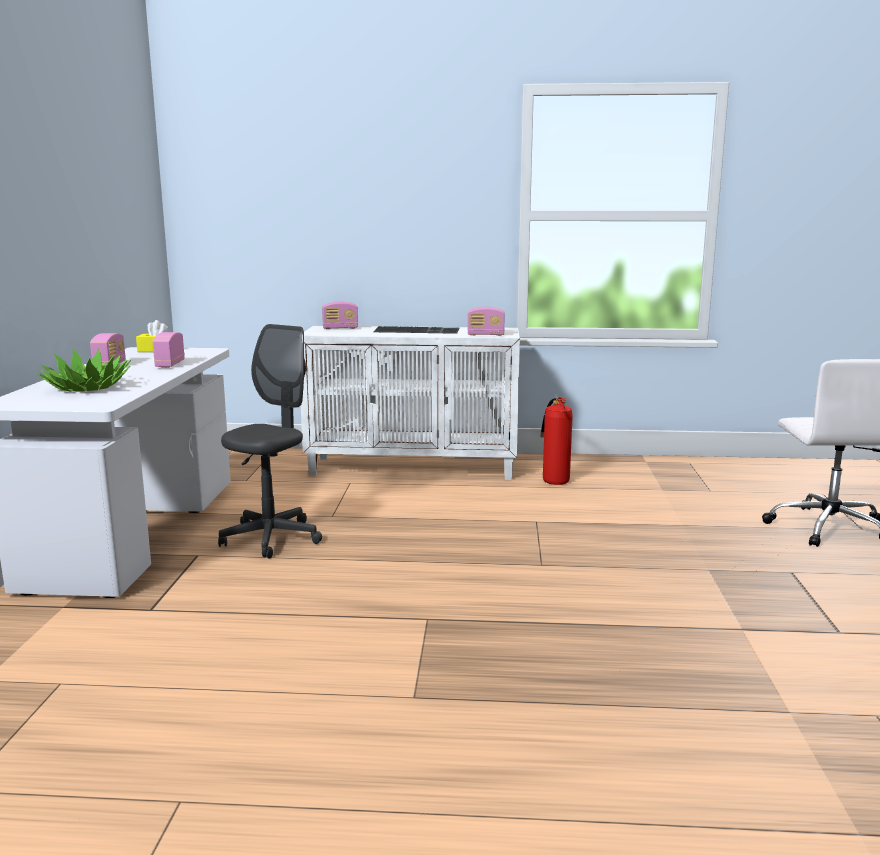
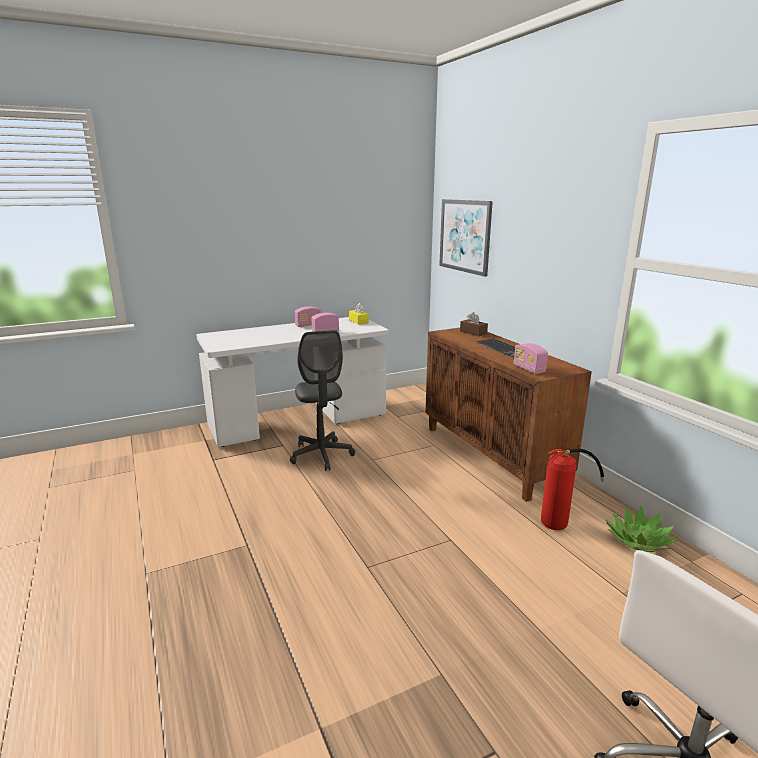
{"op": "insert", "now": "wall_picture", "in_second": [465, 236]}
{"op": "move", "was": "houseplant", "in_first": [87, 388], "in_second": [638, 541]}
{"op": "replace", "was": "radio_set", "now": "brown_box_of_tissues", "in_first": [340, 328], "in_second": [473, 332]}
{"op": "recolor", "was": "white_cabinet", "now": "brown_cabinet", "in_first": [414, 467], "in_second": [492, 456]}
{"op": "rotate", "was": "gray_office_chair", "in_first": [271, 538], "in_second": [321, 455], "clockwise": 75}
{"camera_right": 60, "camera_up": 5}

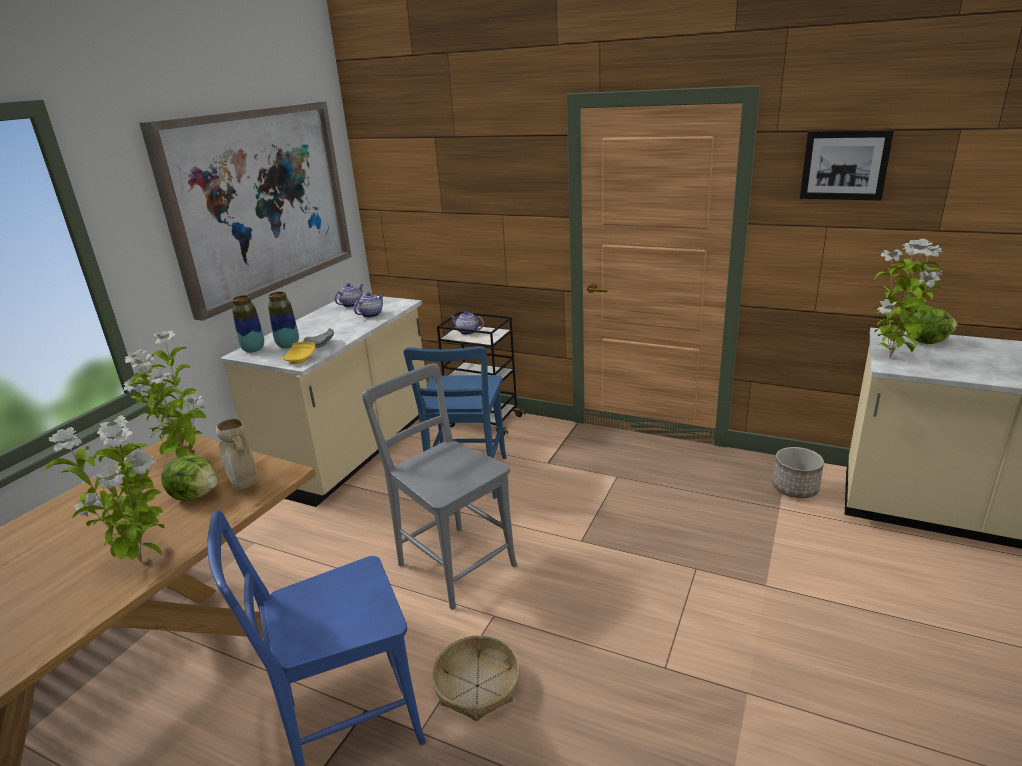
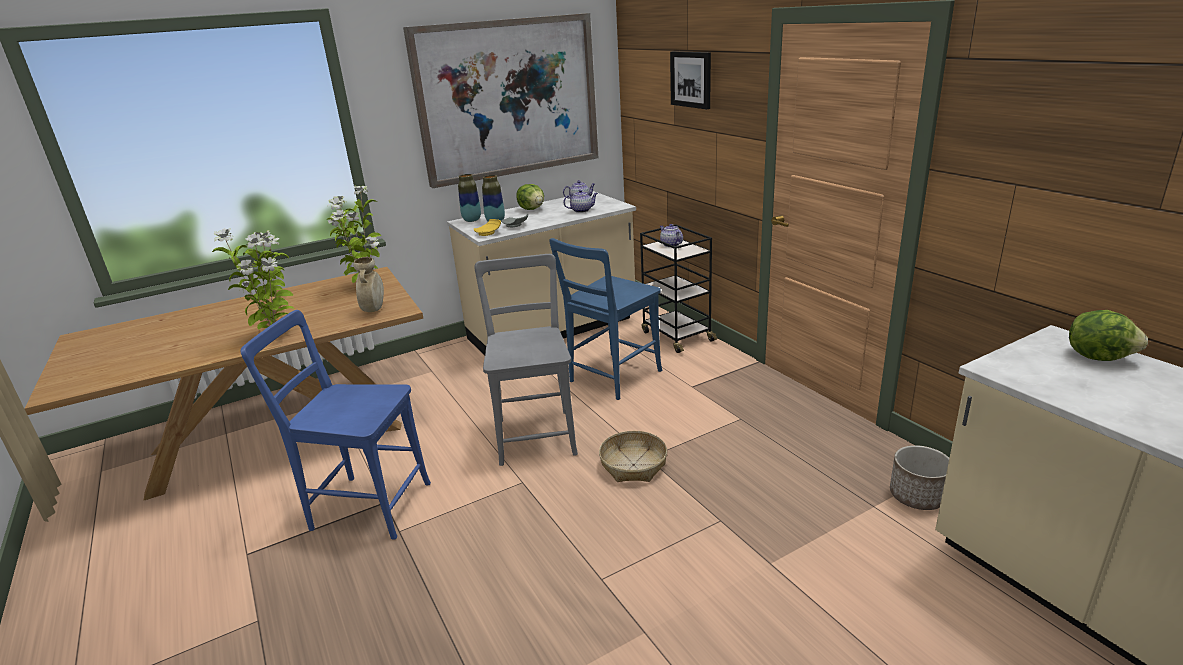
{"op": "delete", "was": "houseplant", "in_first": [892, 358]}
{"op": "move", "was": "head_of_lettuce", "in_first": [196, 495], "in_second": [532, 209]}
{"op": "move", "was": "basket", "in_first": [477, 685], "in_second": [633, 465]}
{"op": "move", "was": "wall_picture", "in_first": [844, 165], "in_second": [691, 79]}
{"camera_right": 35, "camera_up": 0}

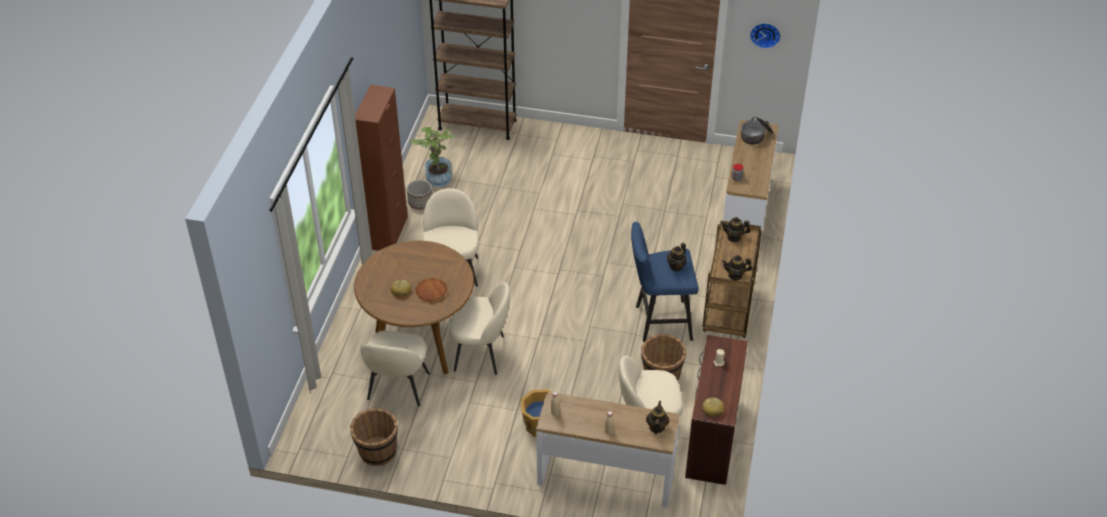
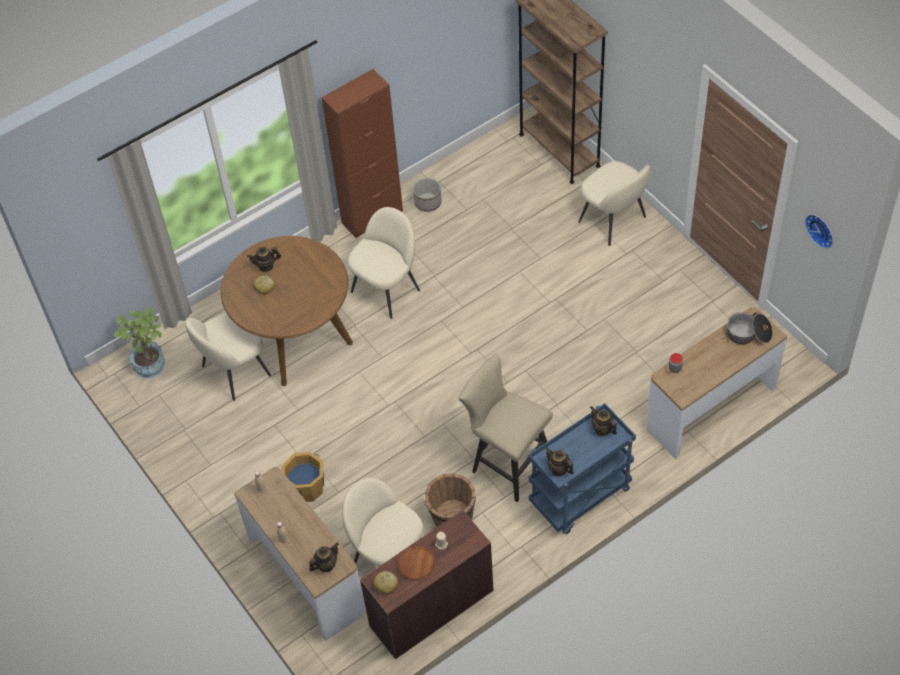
{"op": "delete", "was": "brown_bucket", "in_first": [377, 452]}
{"op": "move", "was": "houseplant", "in_first": [436, 176], "in_second": [150, 361]}
{"op": "move", "was": "brown_plate", "in_first": [431, 291], "in_second": [416, 564]}
{"op": "move", "was": "sand-coloured_chair", "in_first": [481, 353], "in_second": [613, 220]}
{"op": "move", "was": "teapot", "in_first": [676, 266], "in_second": [266, 266]}
{"op": "recolor", "was": "blue-coloured_stool_seat", "now": "sand-coloured_stool_seat", "in_first": [659, 322], "in_second": [506, 463]}
{"op": "recolor", "was": "brown_wheeled_cart", "now": "blue-coloured_wheeled_cart", "in_first": [728, 312], "in_second": [580, 498]}
{"camera_right": 45, "camera_up": 10}

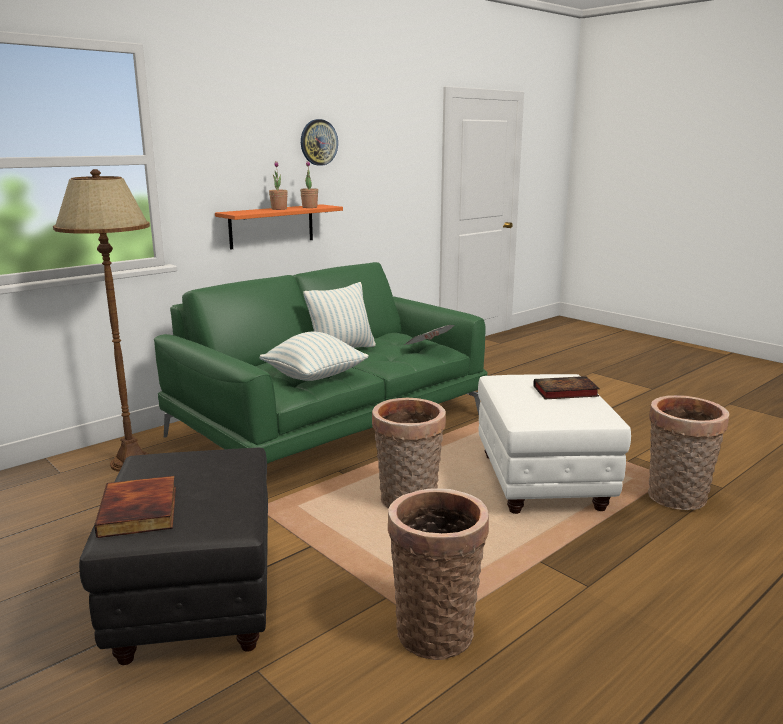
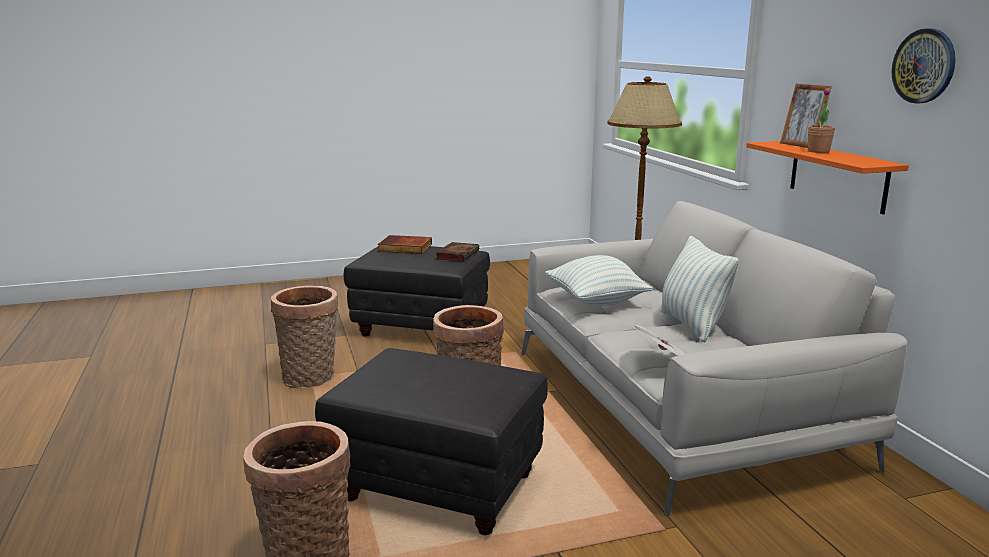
{"op": "delete", "was": "houseplant", "in_first": [309, 207]}
{"op": "insert", "now": "photo_frame", "in_second": [801, 145]}
{"op": "move", "was": "volume", "in_first": [564, 392], "in_second": [457, 254]}
{"op": "recolor", "was": "green-coloured_couch", "now": "gray_couch", "in_first": [331, 426], "in_second": [677, 406]}
{"op": "recolor", "was": "white_pouffe", "now": "black_pouffe", "in_first": [540, 482], "in_second": [438, 486]}
{"camera_right": 115, "camera_up": 0}

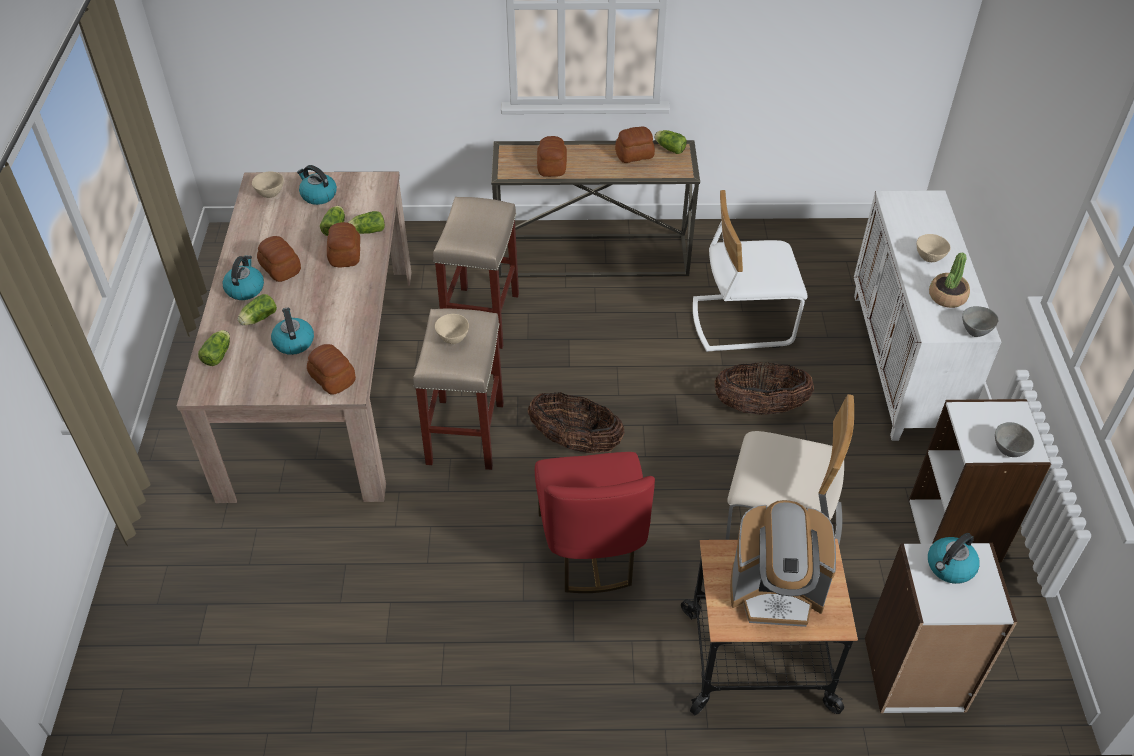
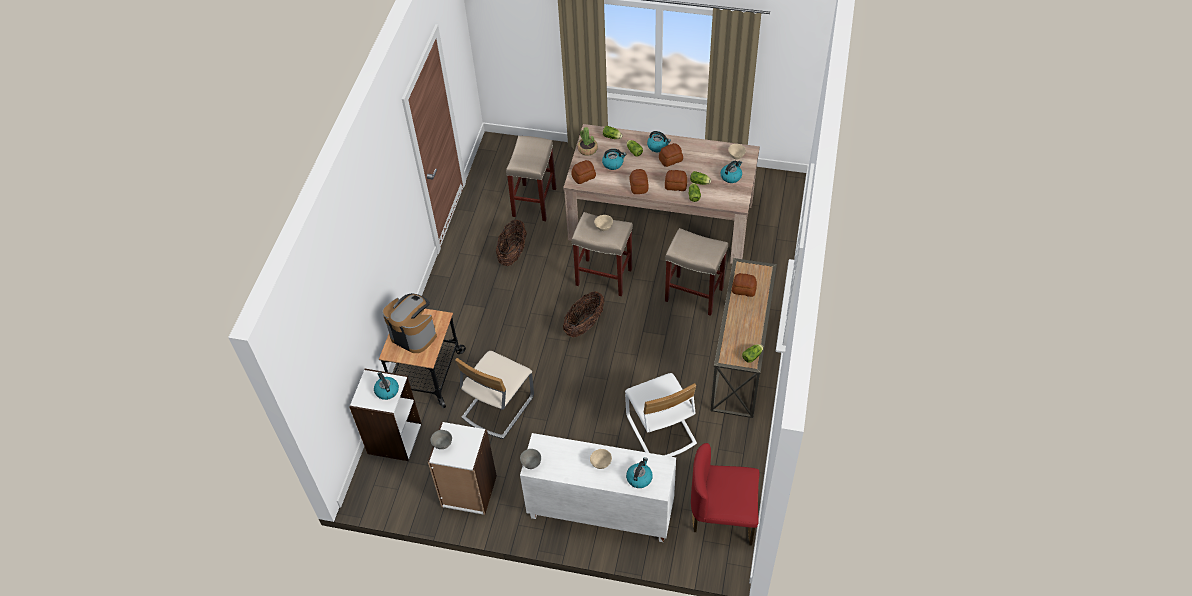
{"op": "insert", "now": "sand-coloured_stool_seat", "in_second": [534, 201]}
{"op": "insert", "now": "tea_kettle", "in_second": [639, 478]}
{"op": "move", "was": "reddish_chair", "in_first": [591, 548], "in_second": [723, 516]}
{"op": "move", "was": "bread", "in_first": [635, 155], "in_second": [638, 186]}
{"op": "move", "was": "basket", "in_first": [759, 407], "in_second": [512, 253]}
{"op": "move", "was": "houseplant", "in_first": [947, 296], "in_second": [587, 149]}
{"op": "rotate", "was": "white_chair", "in_first": [741, 321], "in_second": [660, 430], "clockwise": 150}
{"op": "rotate", "was": "coffee_brewer", "in_first": [776, 592], "in_second": [413, 334], "clockwise": 105}
{"camera_right": 105, "camera_up": 5}

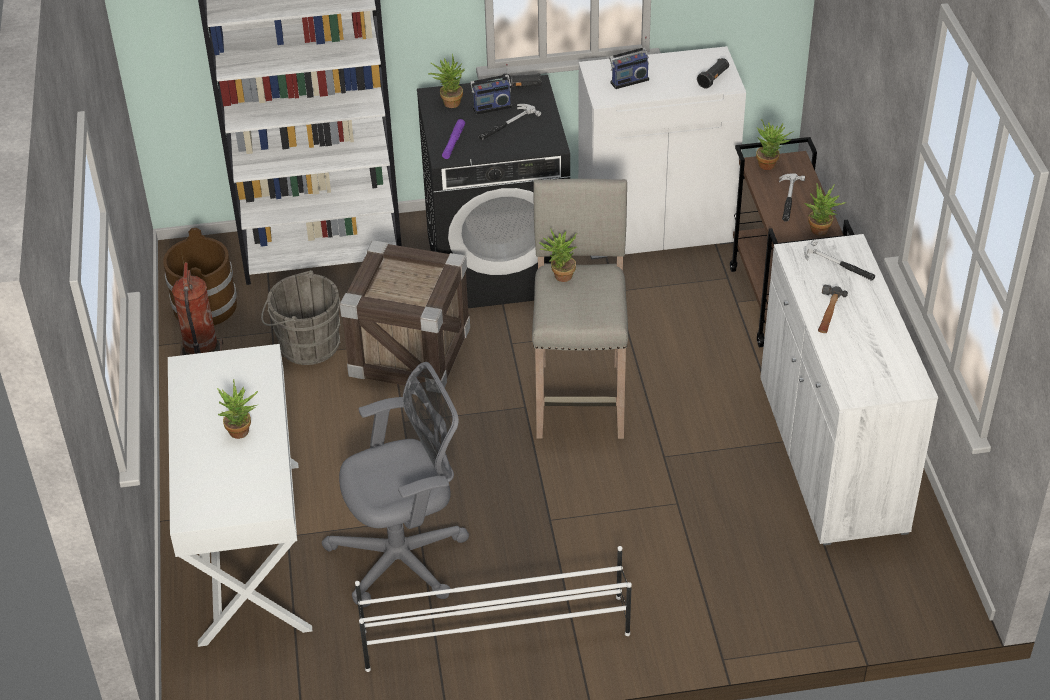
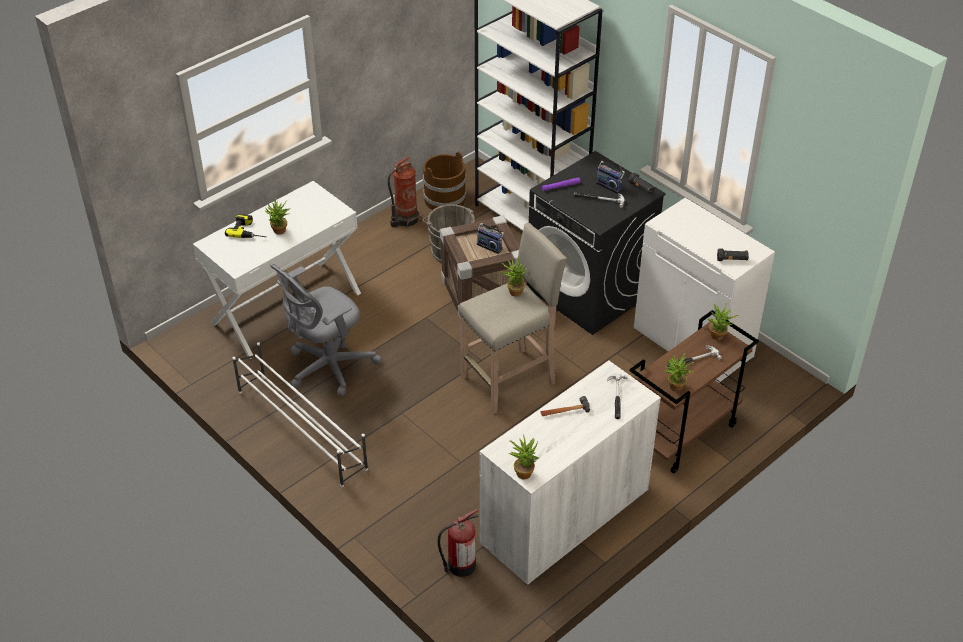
{"op": "insert", "now": "drill", "in_second": [249, 230]}
{"op": "insert", "now": "fire_extinguisher", "in_second": [460, 566]}
{"op": "move", "was": "houseplant", "in_first": [449, 102], "in_second": [523, 471]}
{"op": "move", "was": "radio_set", "in_first": [628, 80], "in_second": [490, 246]}
{"op": "rotate", "was": "gray_office_chair", "in_first": [405, 557], "in_second": [327, 368], "clockwise": 105}
{"camera_right": 55, "camera_up": 0}

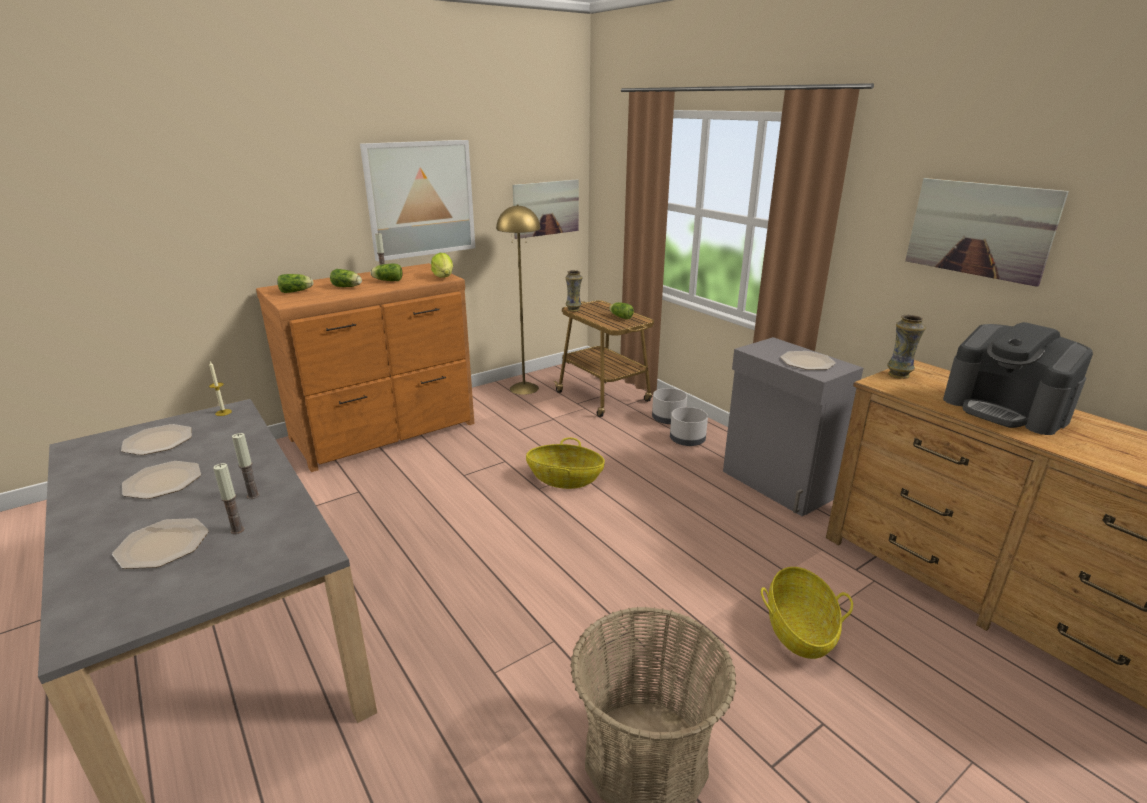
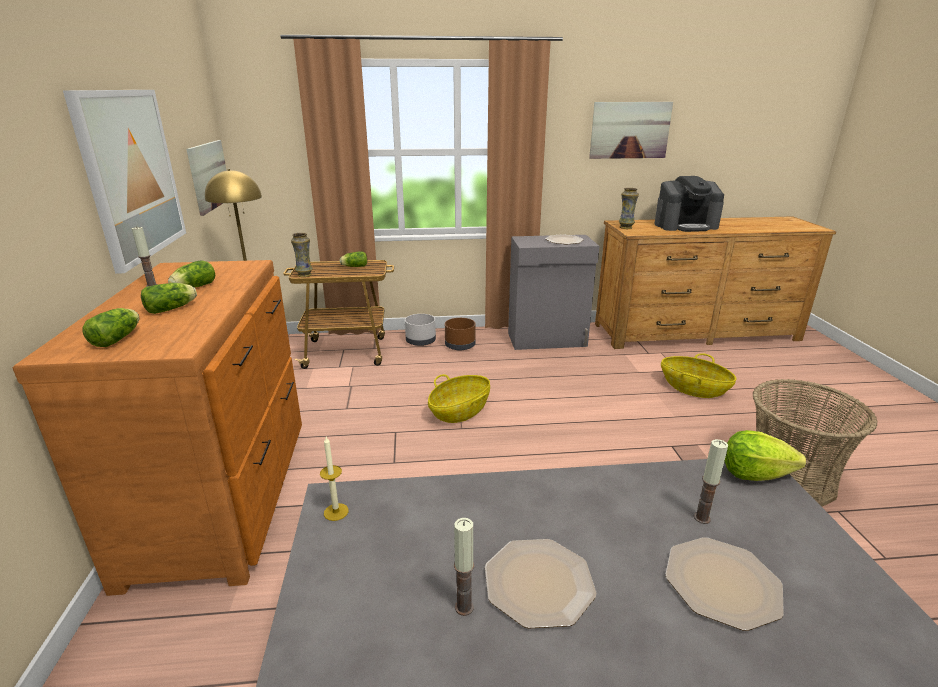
{"op": "delete", "was": "plate", "in_first": [159, 441]}
{"op": "move", "was": "candle", "in_first": [253, 496], "in_second": [464, 607]}
{"op": "move", "was": "head_of_lettuce", "in_first": [444, 277], "in_second": [754, 474]}
{"op": "recolor", "was": "gray_plant_pot", "now": "brown_plant_pot", "in_first": [687, 440], "in_second": [460, 346]}
{"camera_right": -60, "camera_up": 0}

